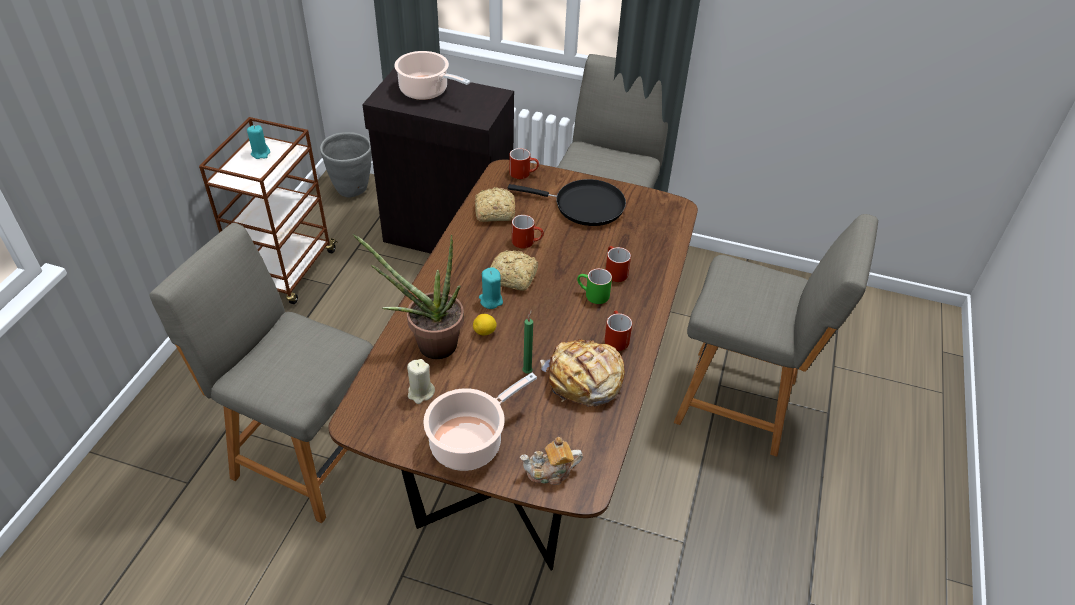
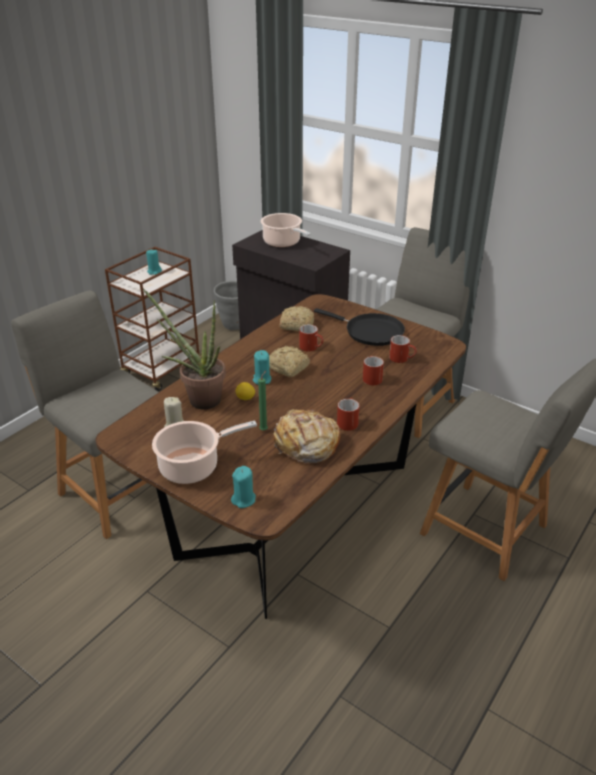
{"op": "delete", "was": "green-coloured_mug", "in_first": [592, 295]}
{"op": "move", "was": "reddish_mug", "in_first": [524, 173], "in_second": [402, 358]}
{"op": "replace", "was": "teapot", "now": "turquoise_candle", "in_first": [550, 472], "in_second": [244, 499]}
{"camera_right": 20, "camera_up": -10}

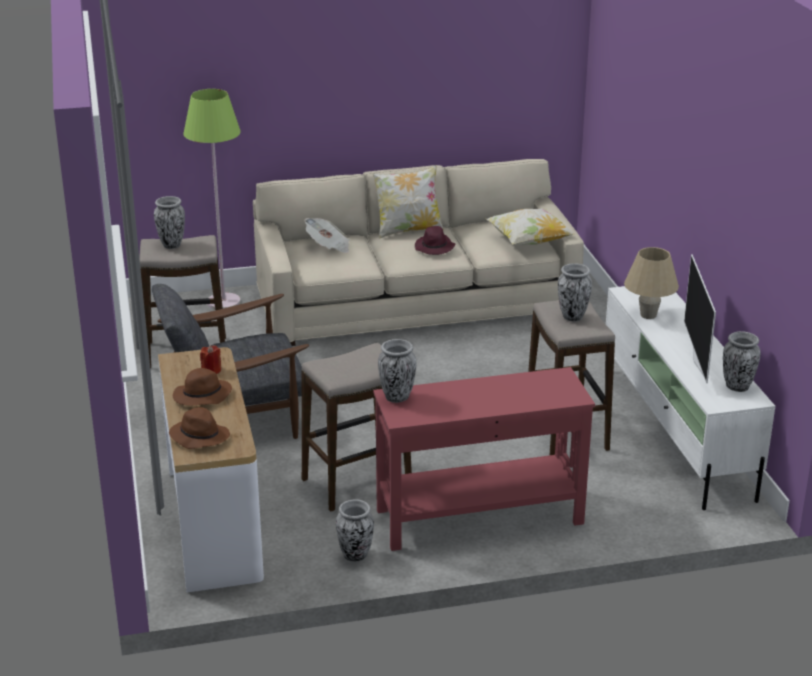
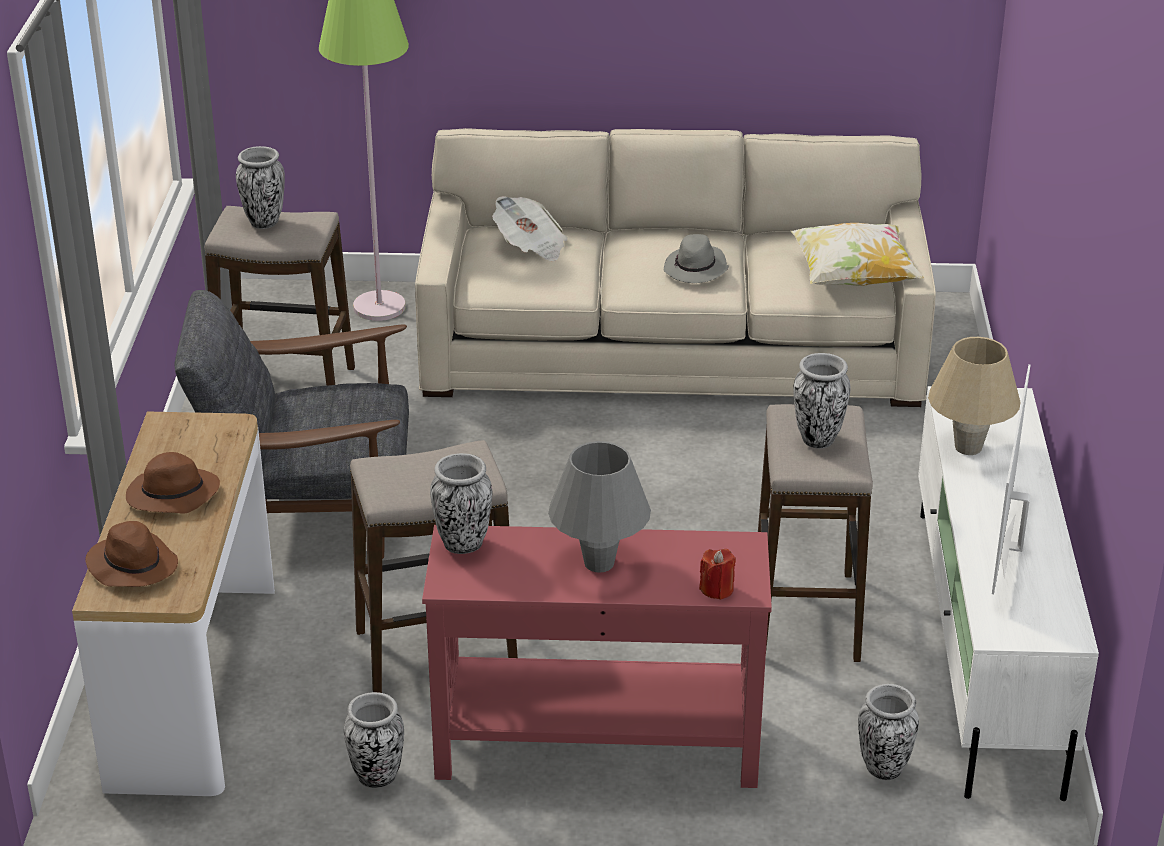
{"op": "delete", "was": "throw_pillow", "in_first": [408, 230]}
{"op": "insert", "now": "gray_table_lamp", "in_second": [599, 563]}
{"op": "move", "was": "reddish_candle", "in_first": [211, 370], "in_second": [717, 589]}
{"op": "move", "was": "vase", "in_first": [737, 386], "in_second": [884, 768]}
{"op": "recolor", "was": "purple_clothing_hat", "now": "gray_clothing_hat", "in_first": [434, 248], "in_second": [696, 269]}
{"camera_right": 15, "camera_up": 5}

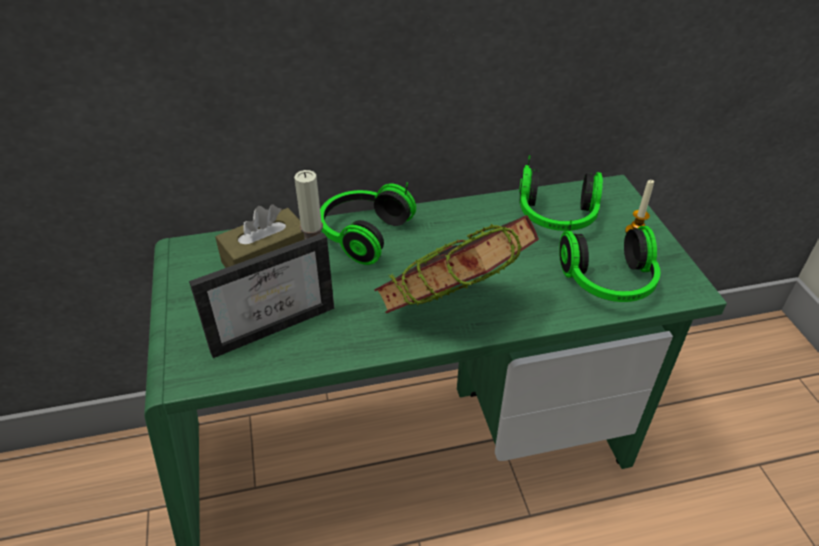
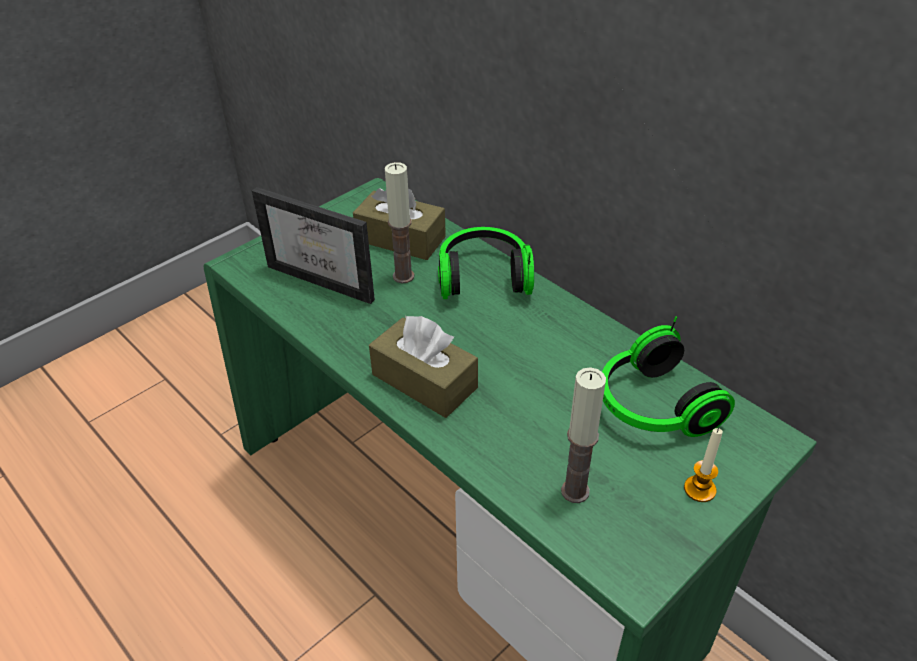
{"op": "replace", "was": "volume", "now": "brown_box_of_tissues", "in_first": [452, 312], "in_second": [424, 381]}
{"op": "replace", "was": "headset", "now": "candle", "in_first": [609, 283], "in_second": [575, 491]}
{"camera_right": 60, "camera_up": 0}

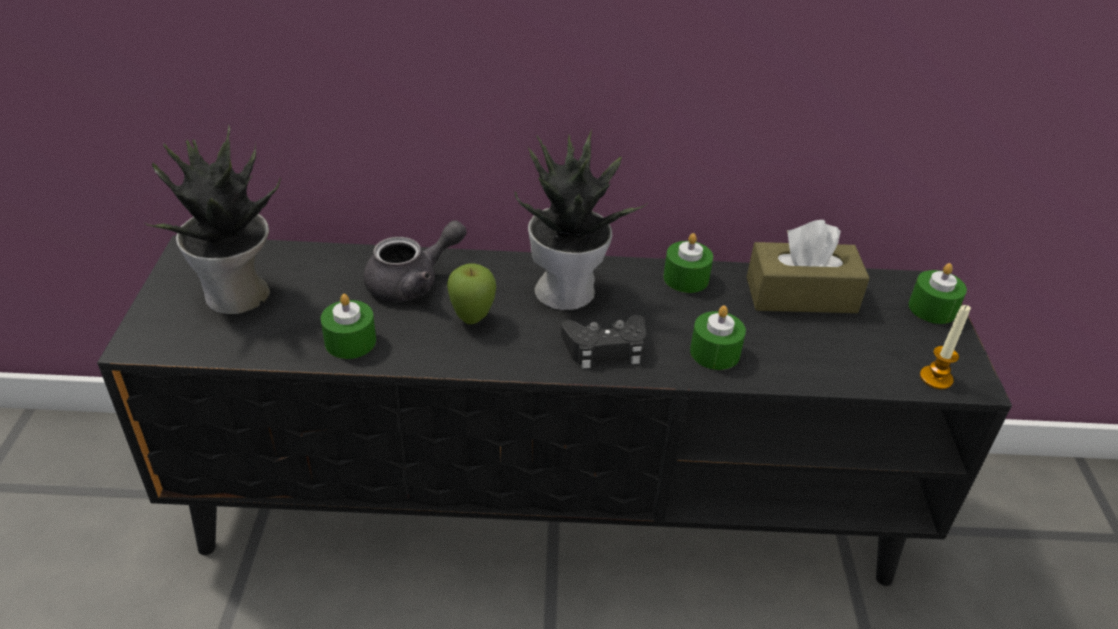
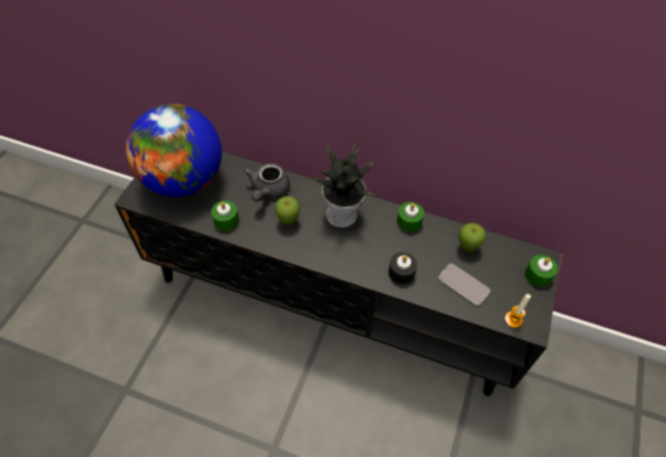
{"op": "delete", "was": "black_joypad", "in_first": [605, 348]}
{"op": "insert", "now": "phone", "in_second": [463, 285]}
{"op": "replace", "was": "houseplant", "now": "world_globe", "in_first": [237, 296], "in_second": [184, 180]}
{"op": "replace", "was": "brown_box_of_tissues", "now": "apple_fruit", "in_first": [801, 295], "in_second": [467, 248]}
{"op": "recolor", "was": "green-coloured_candle", "now": "black_candle", "in_first": [715, 352], "in_second": [401, 272]}
{"op": "rotate", "was": "gray_teapot", "in_first": [413, 282], "in_second": [268, 191], "clockwise": 120}
{"camera_right": 20, "camera_up": 15}

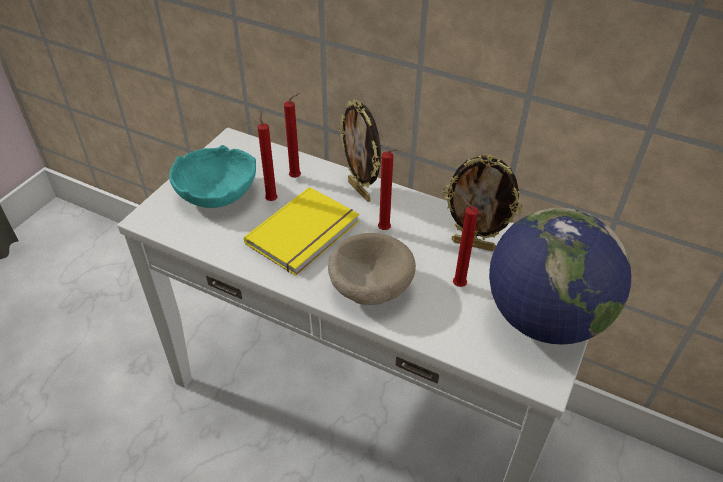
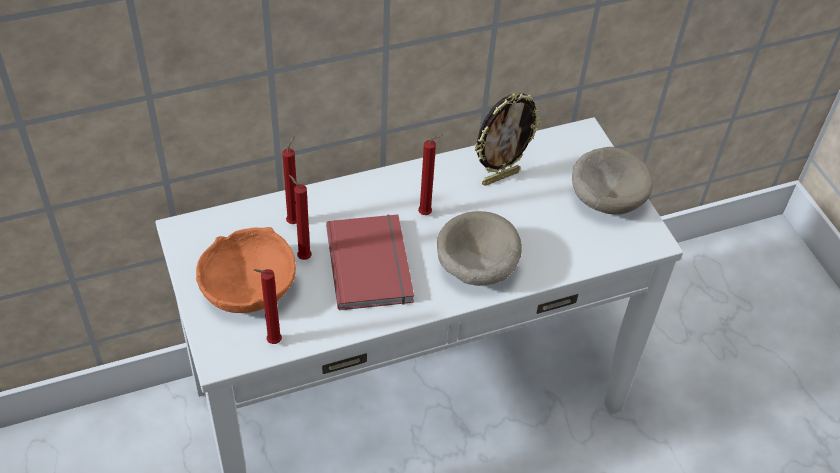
{"op": "delete", "was": "photo_frame", "in_first": [360, 191]}
{"op": "move", "was": "reddish_candle", "in_first": [456, 284], "in_second": [271, 342]}
{"op": "replace", "was": "world_globe", "now": "sand-coloured_bowl", "in_first": [544, 318], "in_second": [605, 198]}
{"op": "recolor", "was": "turquoise_bowl", "now": "orange_bowl", "in_first": [216, 193], "in_second": [247, 288]}
{"op": "recolor", "was": "yellow_volume", "now": "reddish_volume", "in_first": [306, 234], "in_second": [372, 263]}
{"camera_right": -50, "camera_up": 5}

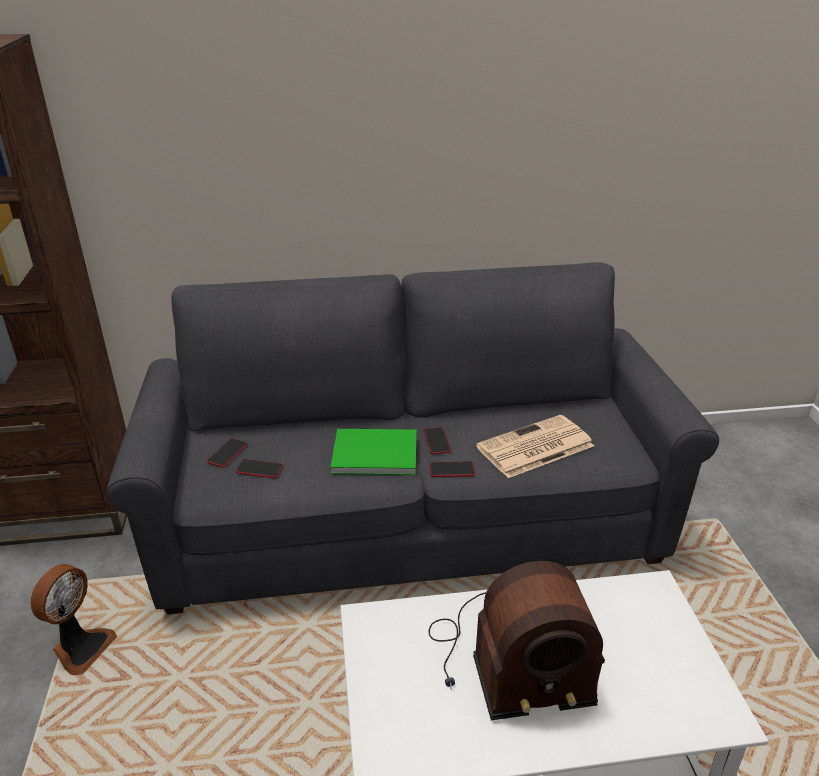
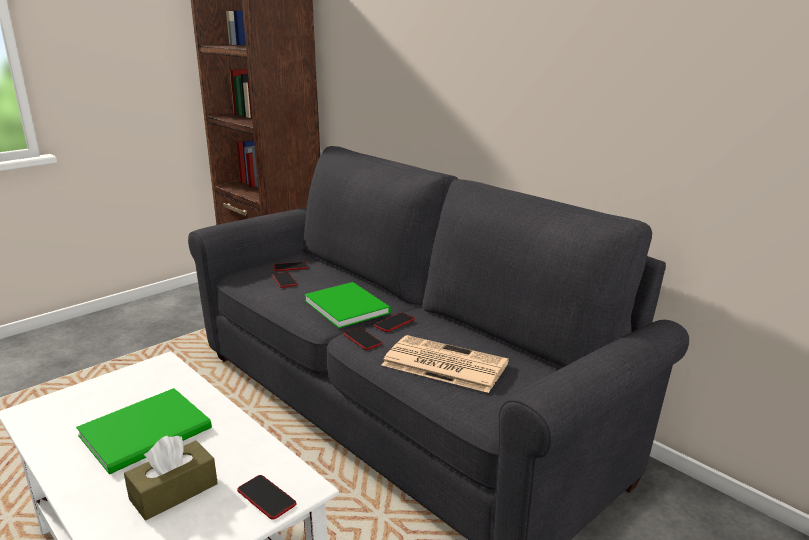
{"op": "delete", "was": "electric_fan", "in_first": [81, 648]}
{"op": "insert", "now": "brown_box_of_tissues", "in_second": [174, 491]}
{"op": "insert", "now": "phone", "in_second": [266, 498]}
{"op": "replace", "was": "radio_set", "now": "green-coloured_volume", "in_first": [507, 661], "in_second": [150, 432]}
{"camera_right": 55, "camera_up": -10}

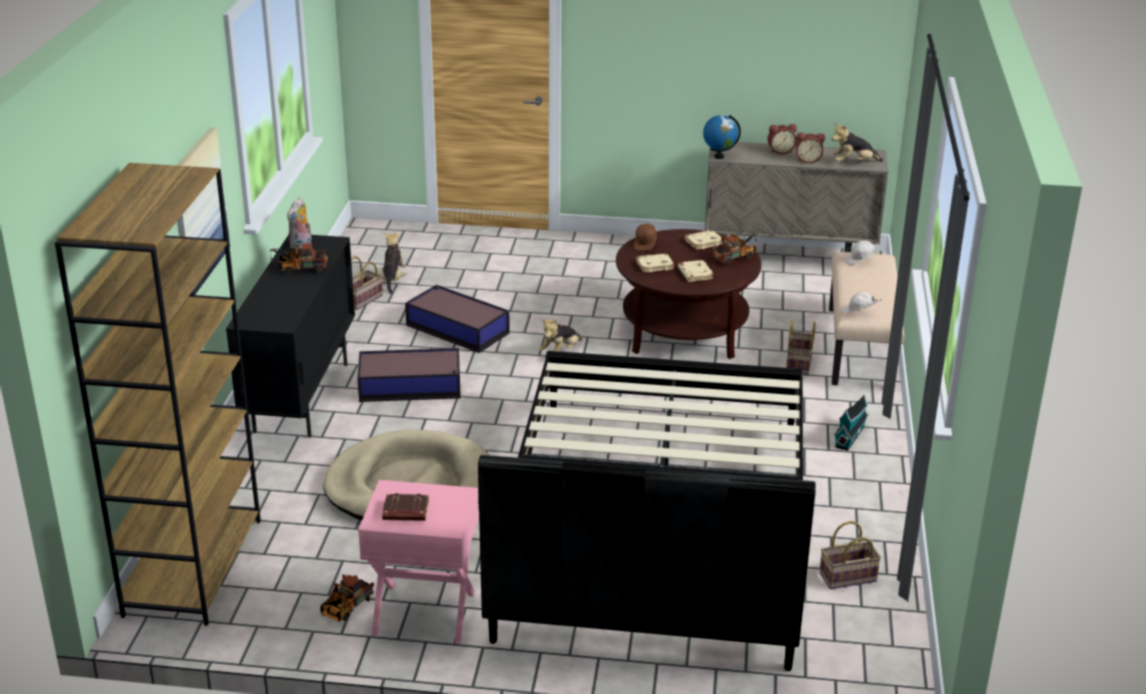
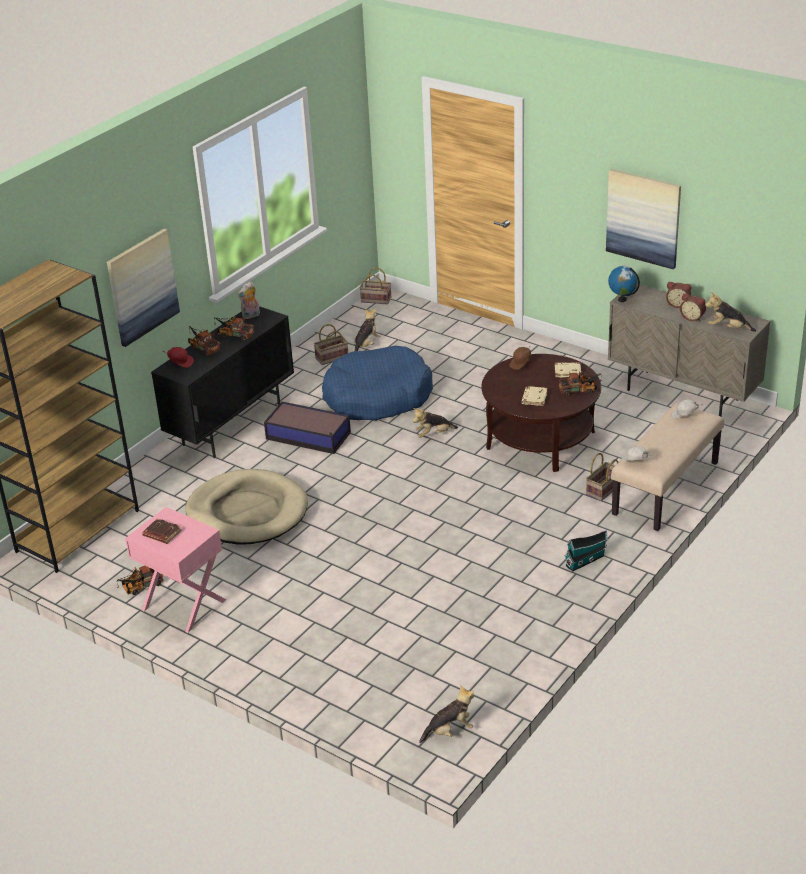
{"op": "delete", "was": "black_bedroom_bed", "in_first": [655, 524]}
{"op": "delete", "was": "sand-coloured_volume", "in_first": [655, 265]}
{"op": "insert", "now": "reddish_cap", "in_second": [180, 363]}
{"op": "insert", "now": "toy_truck", "in_second": [203, 347]}
{"op": "insert", "now": "soft_toy", "in_second": [449, 731]}
{"op": "insert", "now": "wall_picture", "in_second": [643, 218]}
{"op": "move", "was": "basket", "in_first": [847, 578], "in_second": [375, 300]}
{"op": "replace", "was": "storage_container", "now": "blue-coloured_pet_bed", "in_first": [457, 328], "in_second": [377, 397]}
{"camera_right": 30, "camera_up": 5}

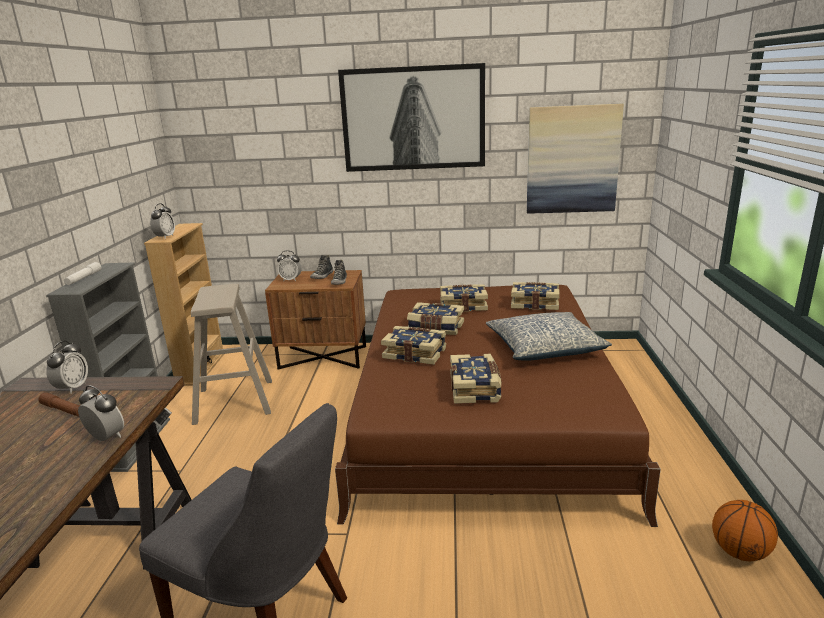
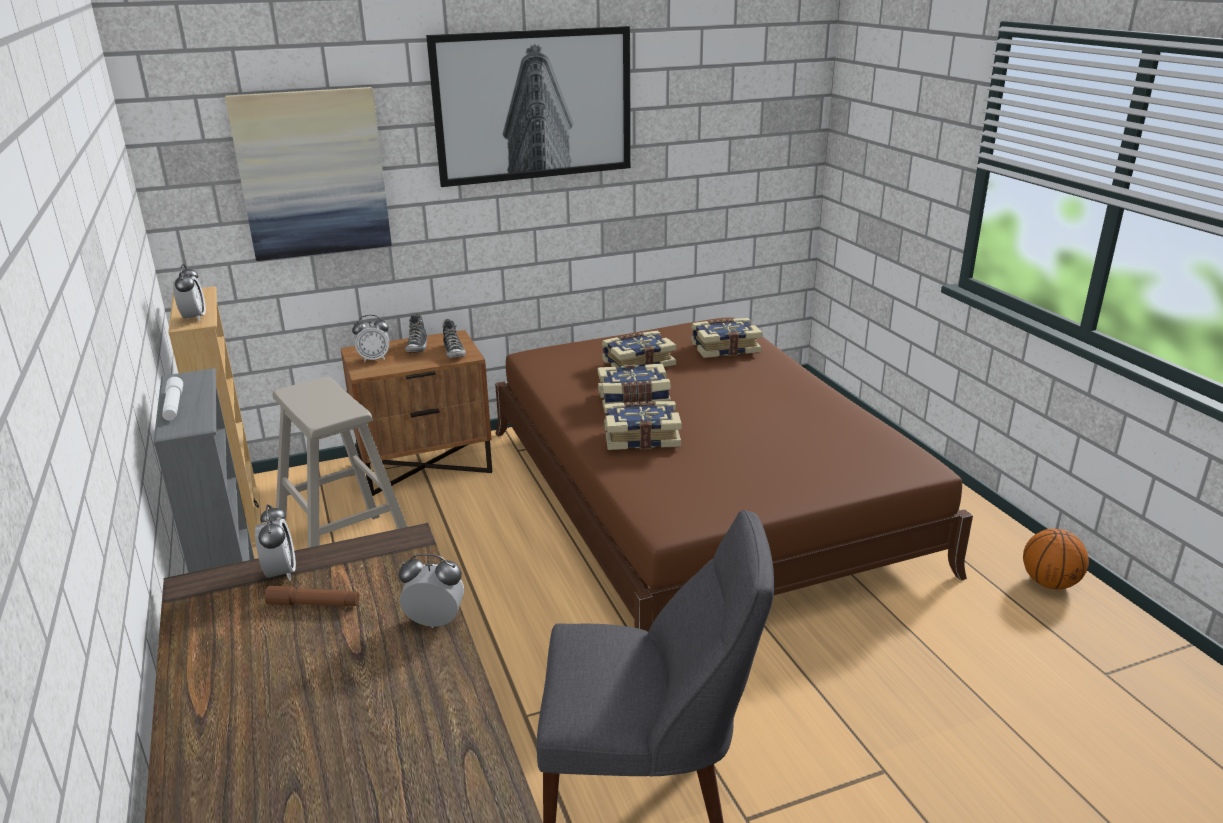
{"op": "delete", "was": "volume", "in_first": [476, 388]}
{"op": "delete", "was": "throw_pillow", "in_first": [544, 348]}
{"op": "move", "was": "wall_picture", "in_first": [572, 159], "in_second": [312, 174]}
{"camera_right": -25, "camera_up": 5}

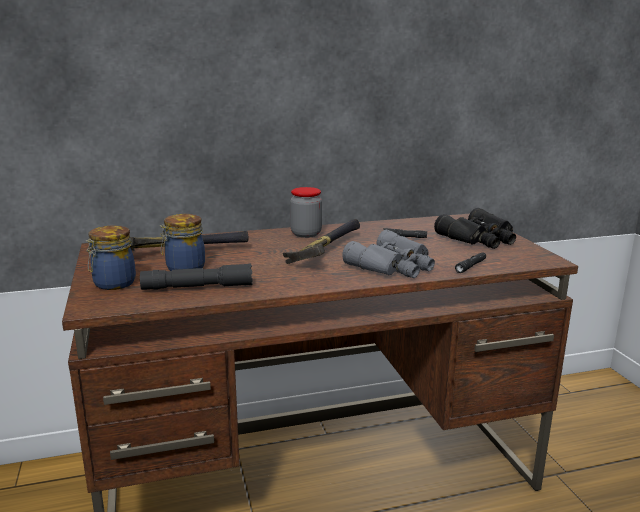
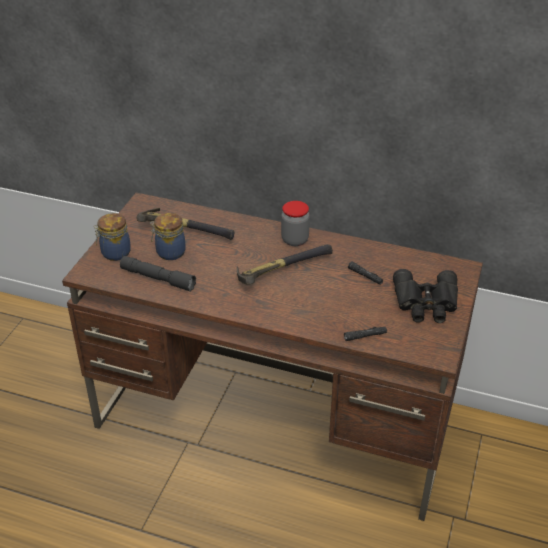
{"op": "delete", "was": "gray_binoculars", "in_first": [394, 266]}
{"camera_right": 35, "camera_up": 20}

